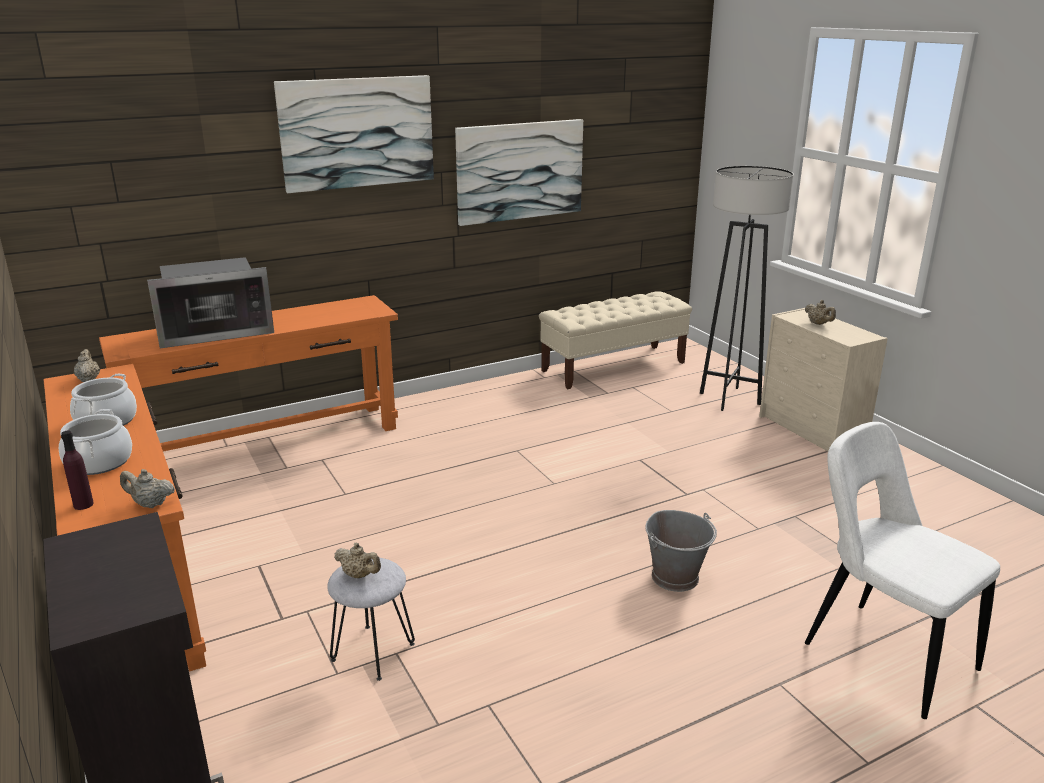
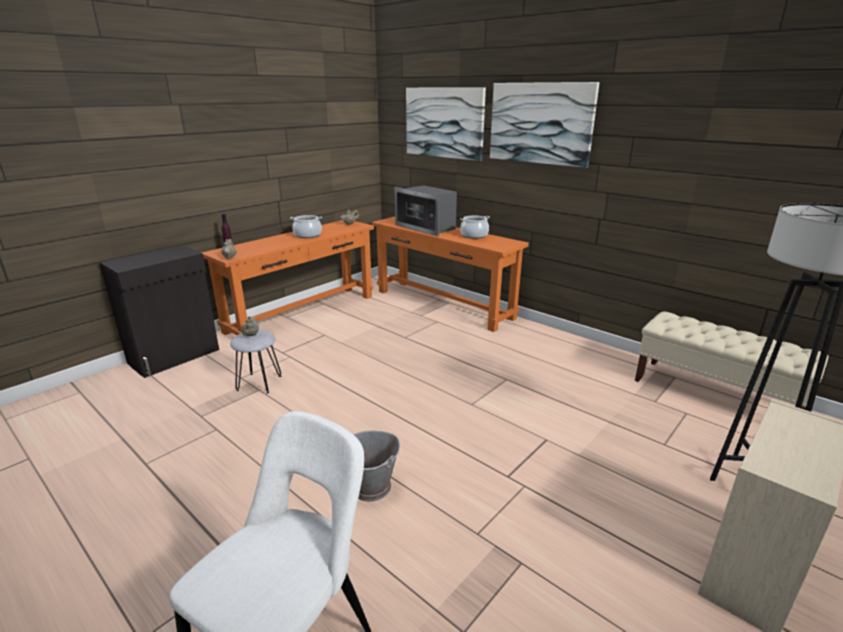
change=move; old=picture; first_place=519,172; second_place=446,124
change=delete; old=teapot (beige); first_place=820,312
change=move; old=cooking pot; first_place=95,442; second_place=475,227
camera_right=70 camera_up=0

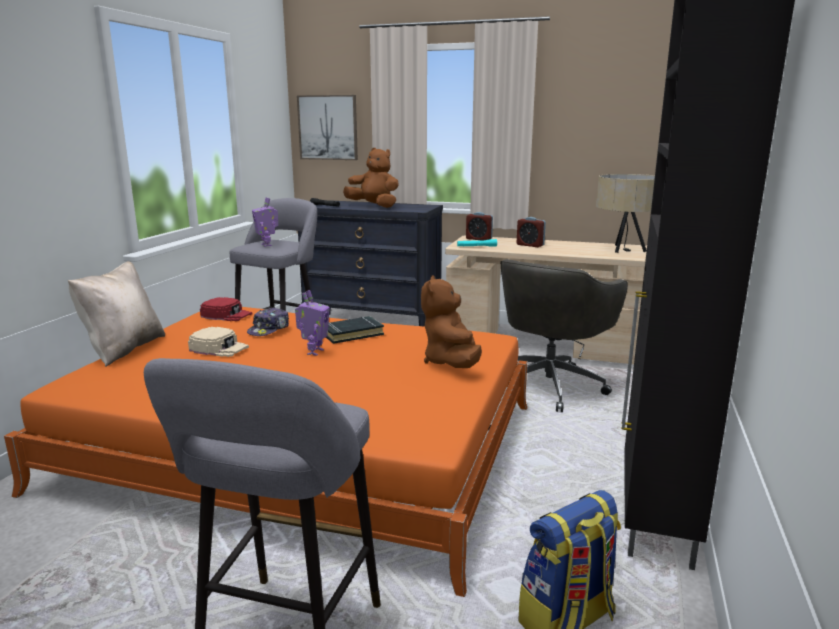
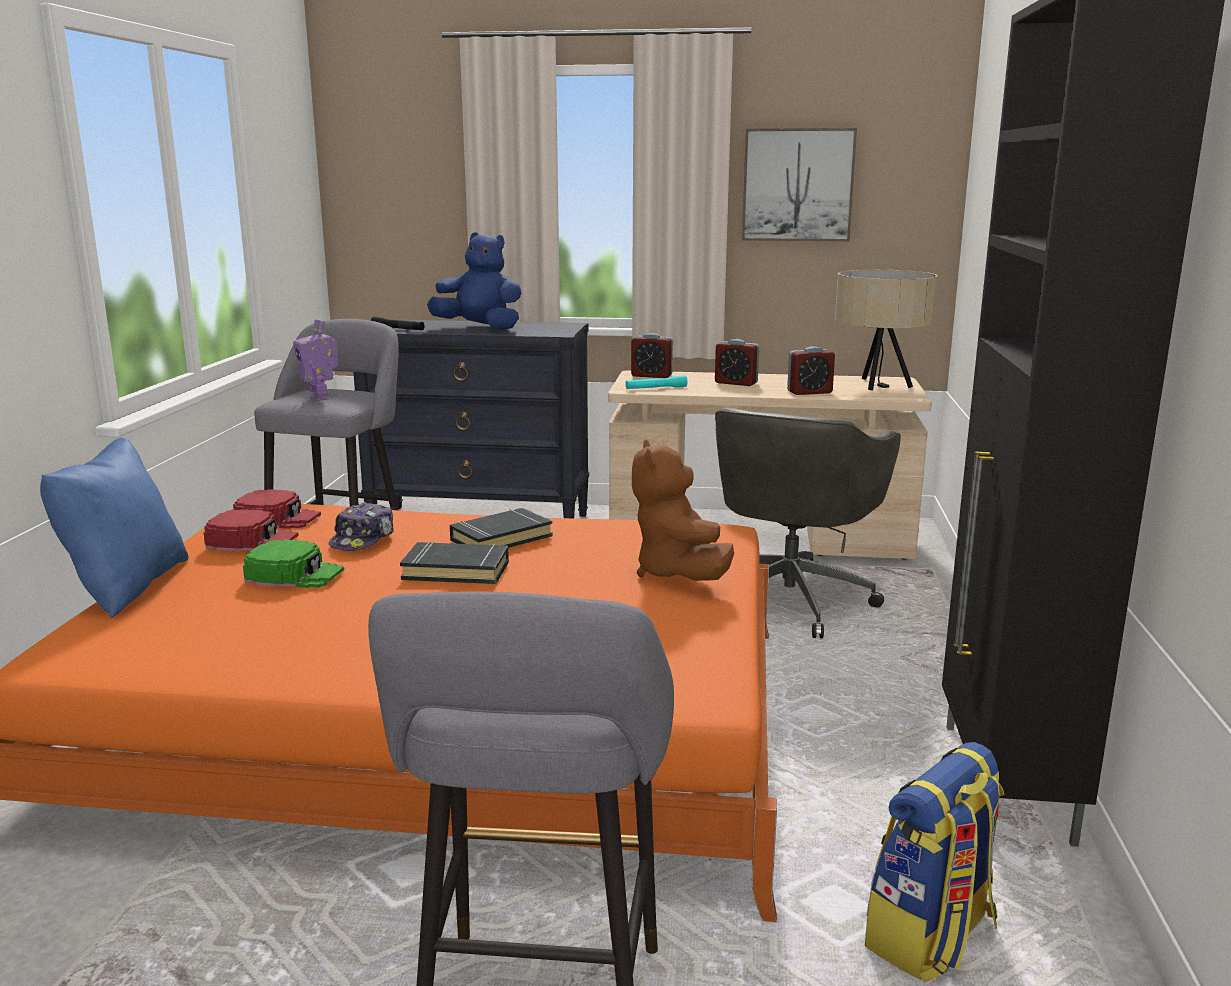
change=move; old=picture; first_place=327,127; second_place=799,184
change=recolor; old=plush toy (brown); new=plush toy (blue); first_place=371,178; second_place=474,281
change=recolor; old=pillow (beige); new=pillow (blue); first_place=116,314; second_place=114,527
change=replace; old=toy robot; new=book (black); first_place=312,323; second_place=454,562
change=recolor; old=cap (beige); new=cap (green); first_place=218,342; second_place=293,563
change=insert; new=alarm clock; second_place=811,370
change=insert; new=cap (red); second_place=251,530
camera_right=-10 camera_up=0

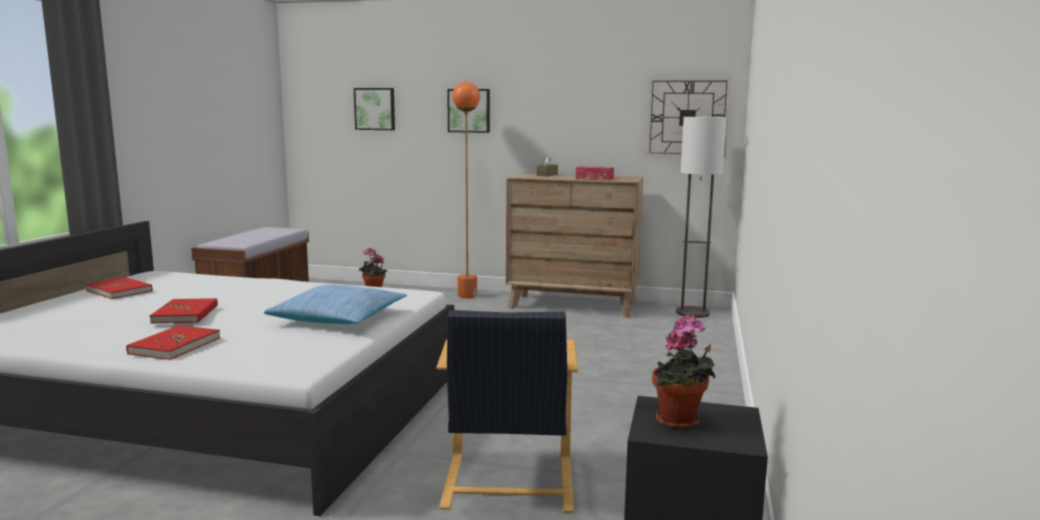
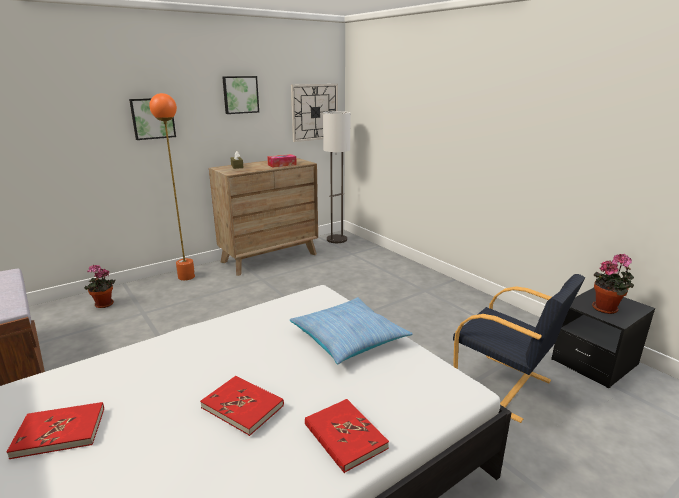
change=move; old=picture; first_place=374,109; second_place=240,95
camera_right=-50 camera_up=10

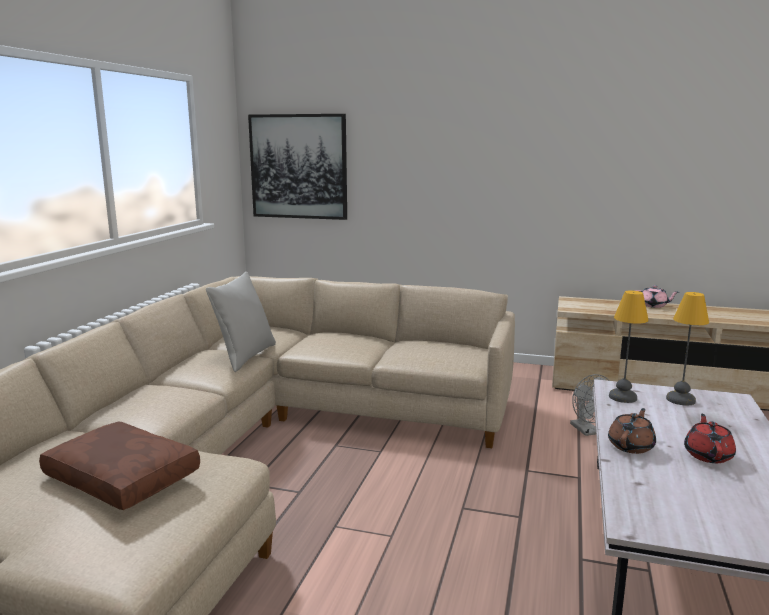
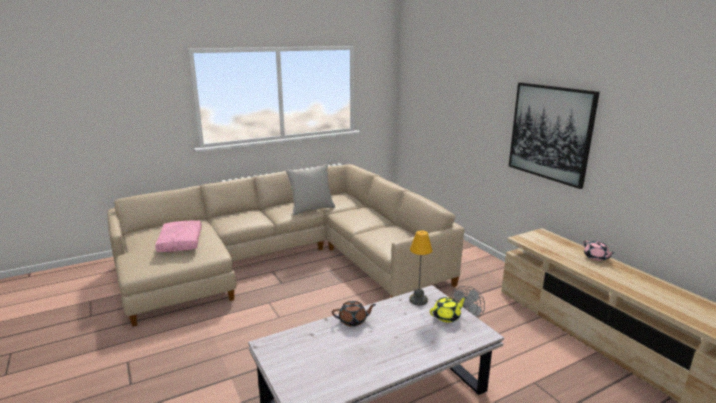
change=move; old=picture; first_place=297,167; second_place=554,136
change=replace; old=table lamp; new=teapot (yellow); first_place=687,349; second_place=448,309
change=delete; old=teapot (red); first_place=710,438
change=recolor; old=pillow (brown); new=pillow (pink); first_place=119,465; second_place=178,236
camera_right=45 camera_up=5

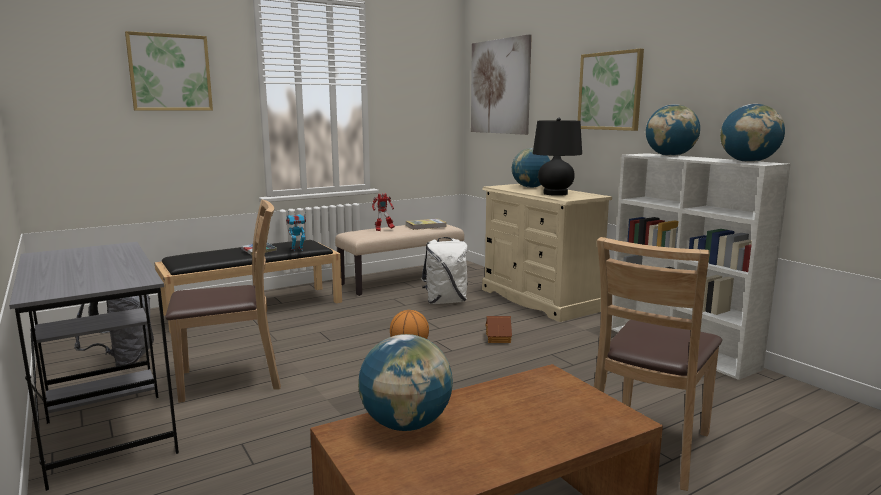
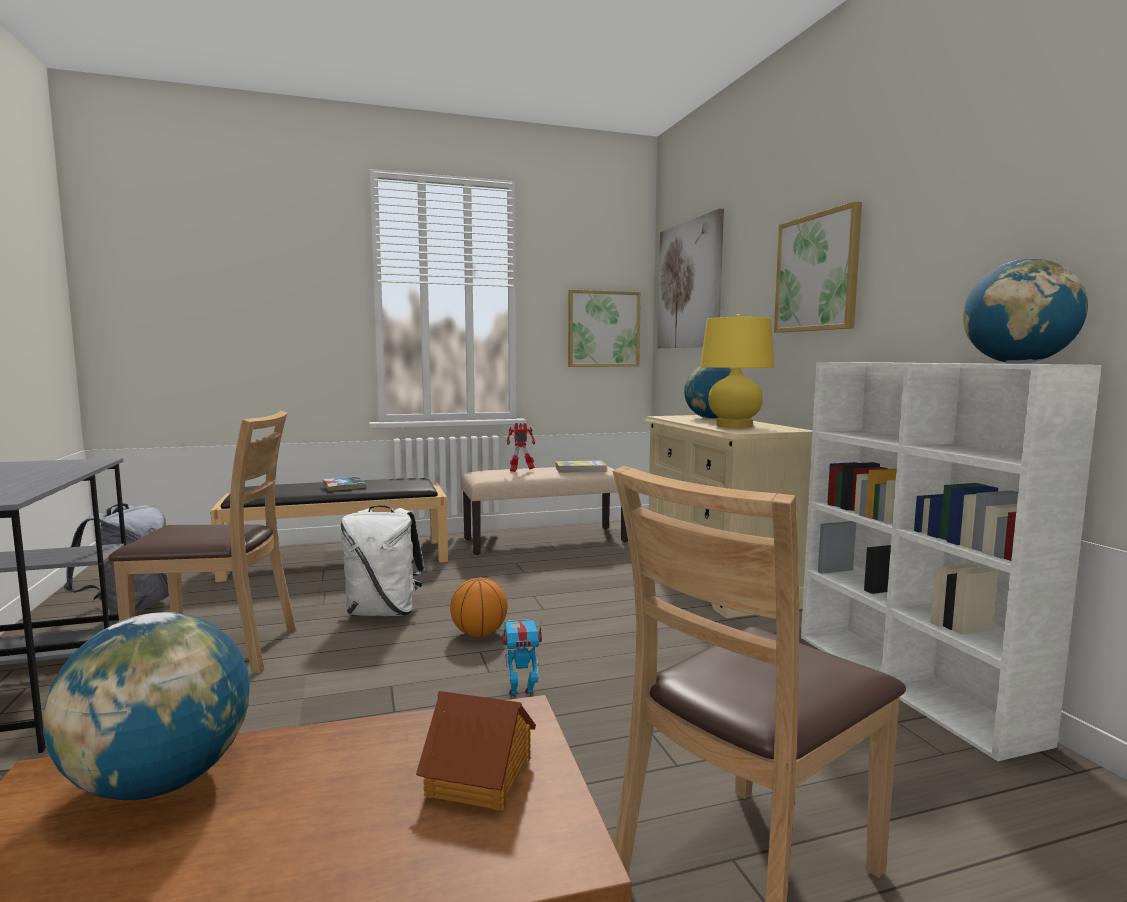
change=move; old=picture; first_place=169,70; second_place=604,328
change=delete; old=globe; first_place=673,130
change=recolor; old=table lamp (black); new=table lamp (yellow); first_place=557,157; second_place=737,371
change=move; old=toy robot; first_place=296,231; second_place=522,659
change=move; old=backpack (white); first_place=444,270; second_place=382,560
change=move; old=toy house; first_place=499,329; second_place=476,751
camera_right=15 camera_up=-5

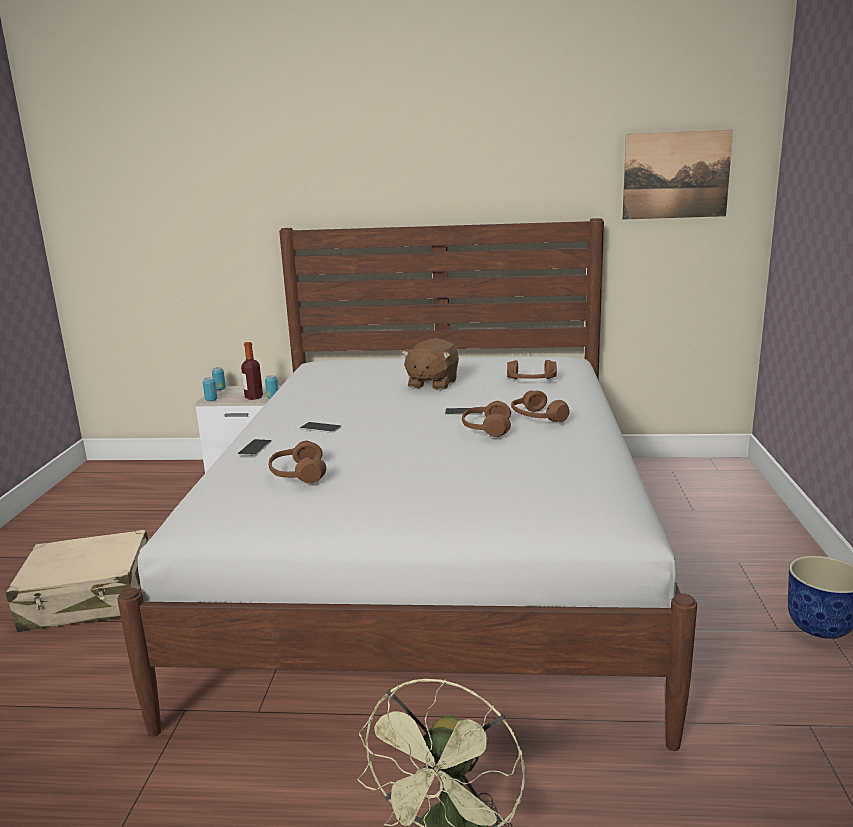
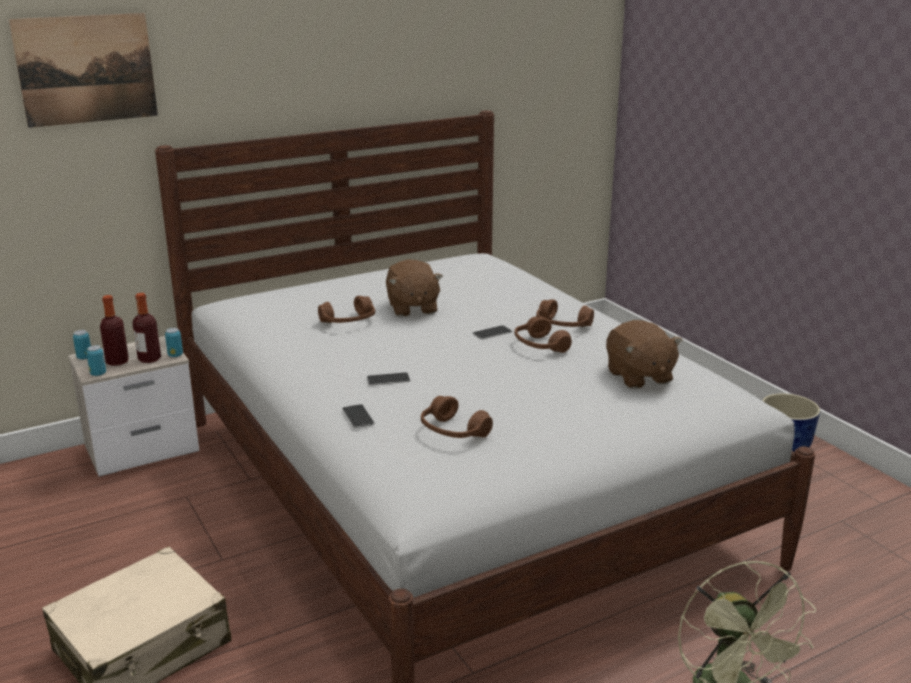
change=move; old=picture; first_place=677,175; second_place=83,70
change=move; old=headphones (brown); first_place=532,369; second_place=346,309
change=insert; new=bottle; second_place=114,330
change=insert; new=plush toy (brown); second_place=644,354
camera_right=-35 camera_up=5

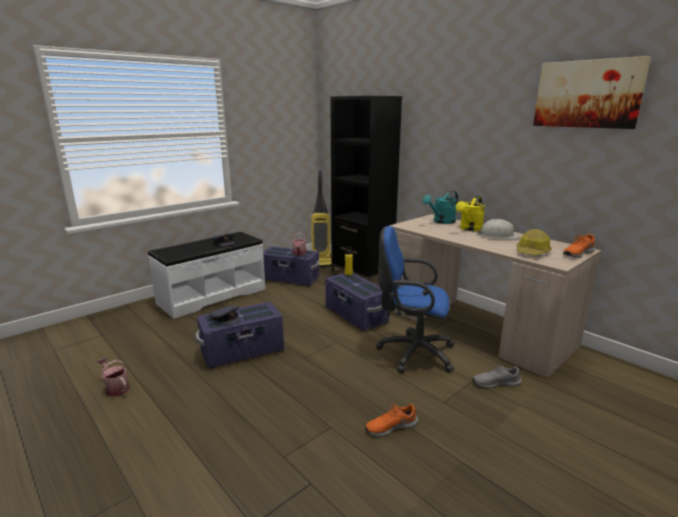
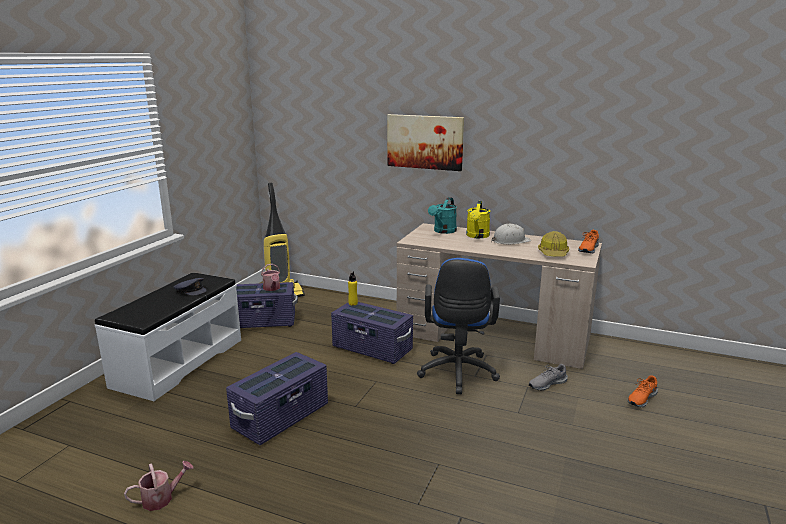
change=move; old=picture; first_place=592,92; second_place=425,142
change=delete; old=bookcase (black); first_place=366,190
change=rotate; old=office chair (blue); first_place=415,299; second_place=458,326; degrees=-75
change=delete; old=cap (grey); first_place=225,315
change=rotate; old=watering can; first_place=113,377; second_place=158,486; degrees=135
change=move; old=shoe (orange); first_place=391,420; second_place=643,391
camera_right=-25 camera_up=0

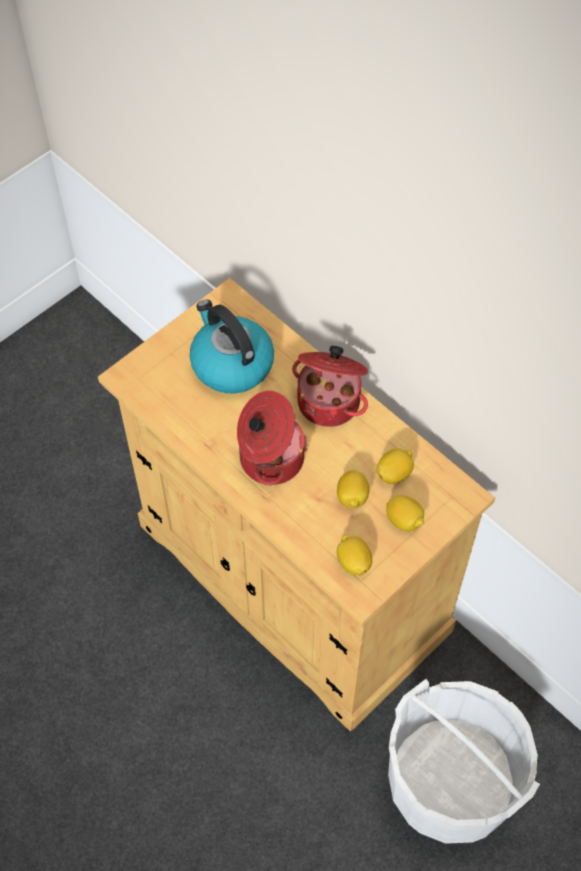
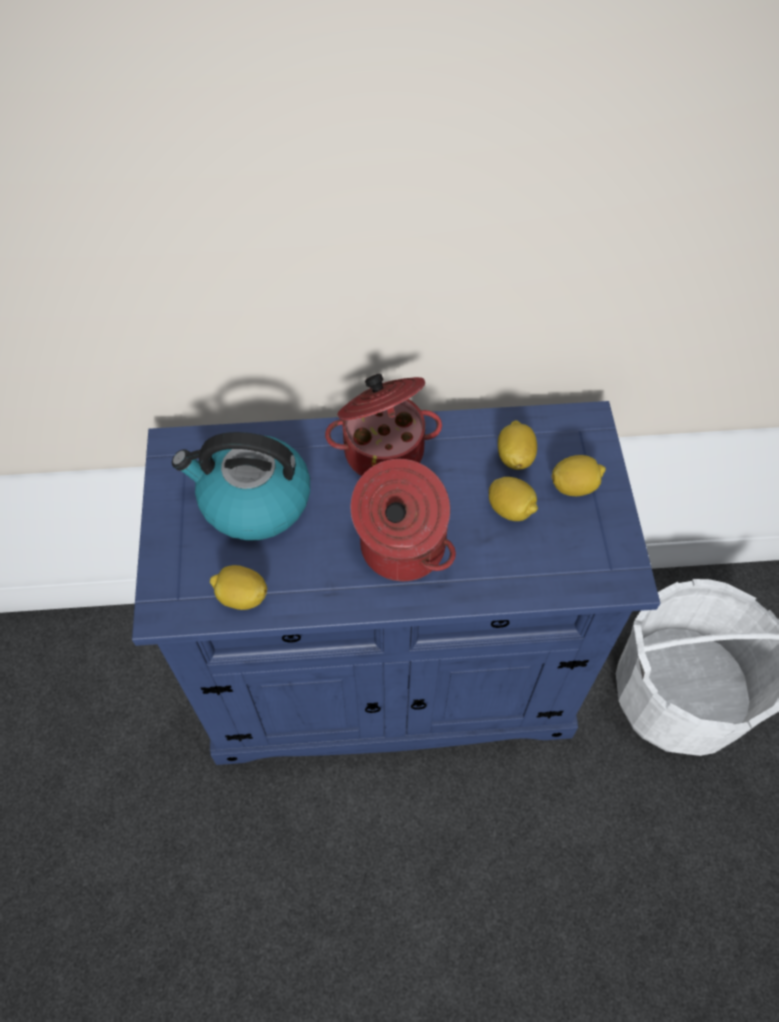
change=recolor; old=cabinet (beige); new=cabinet (blue); first_place=296,505; second_place=396,583
change=move; old=lemon; first_place=354,555; second_place=238,587
camera_right=-50 camera_up=0

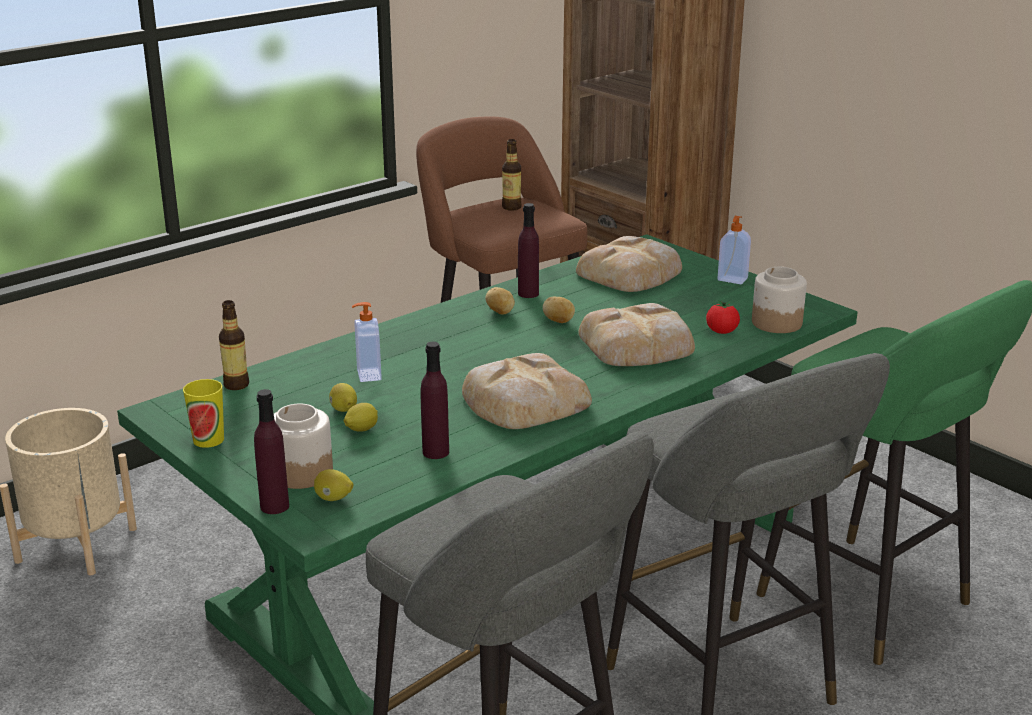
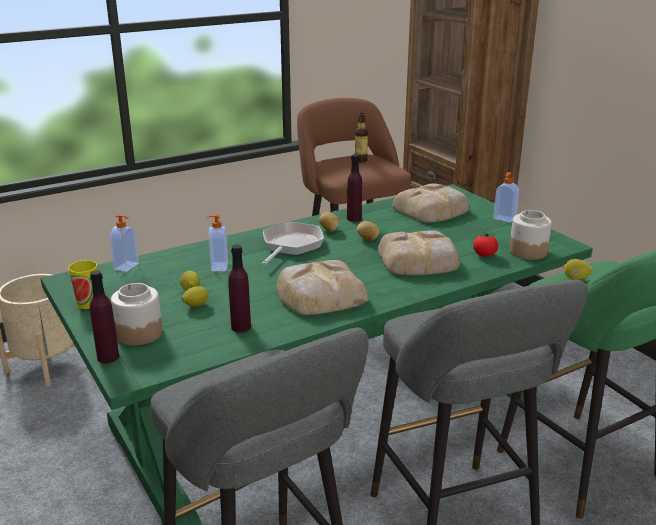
change=replace; old=bottle; new=soap dispenser; first_place=234,345; second_place=124,243
change=move; old=lemon; first_place=333,485; second_place=577,269
change=insert; new=frying pan; second_place=293,243
camera_right=10 camera_up=0

